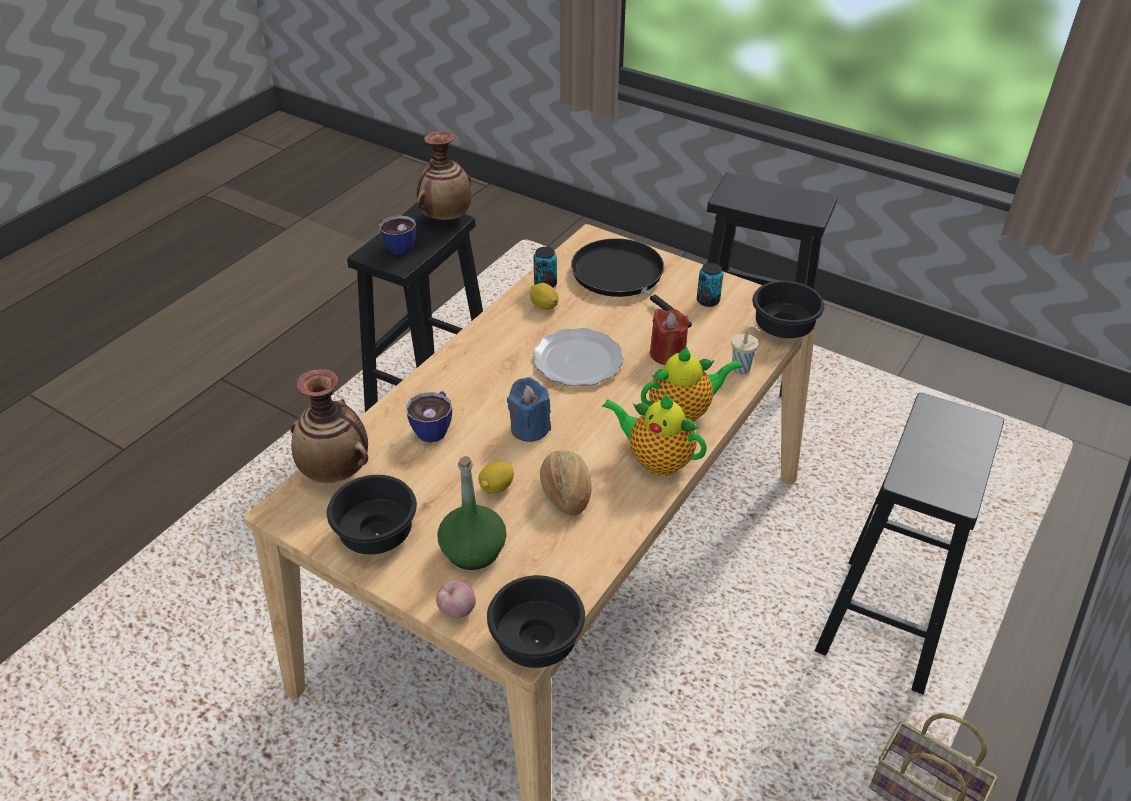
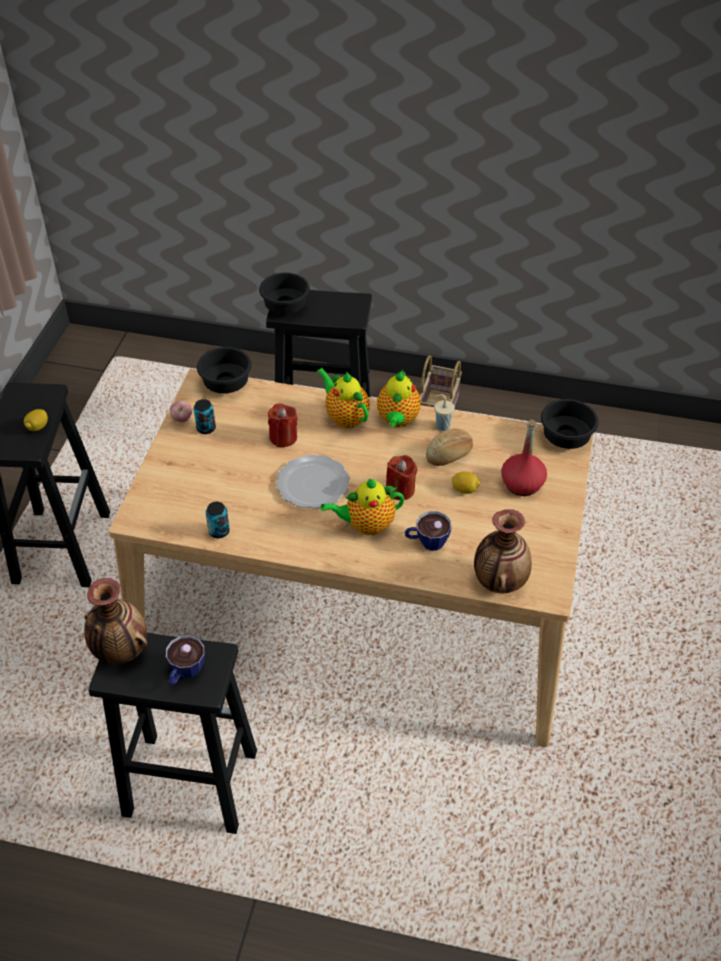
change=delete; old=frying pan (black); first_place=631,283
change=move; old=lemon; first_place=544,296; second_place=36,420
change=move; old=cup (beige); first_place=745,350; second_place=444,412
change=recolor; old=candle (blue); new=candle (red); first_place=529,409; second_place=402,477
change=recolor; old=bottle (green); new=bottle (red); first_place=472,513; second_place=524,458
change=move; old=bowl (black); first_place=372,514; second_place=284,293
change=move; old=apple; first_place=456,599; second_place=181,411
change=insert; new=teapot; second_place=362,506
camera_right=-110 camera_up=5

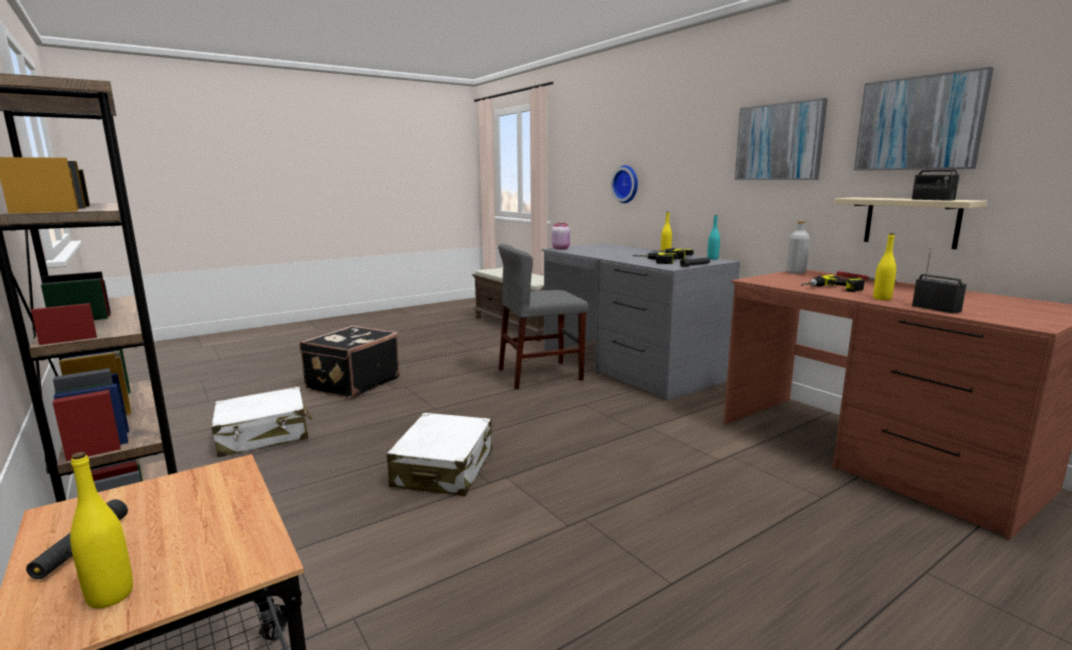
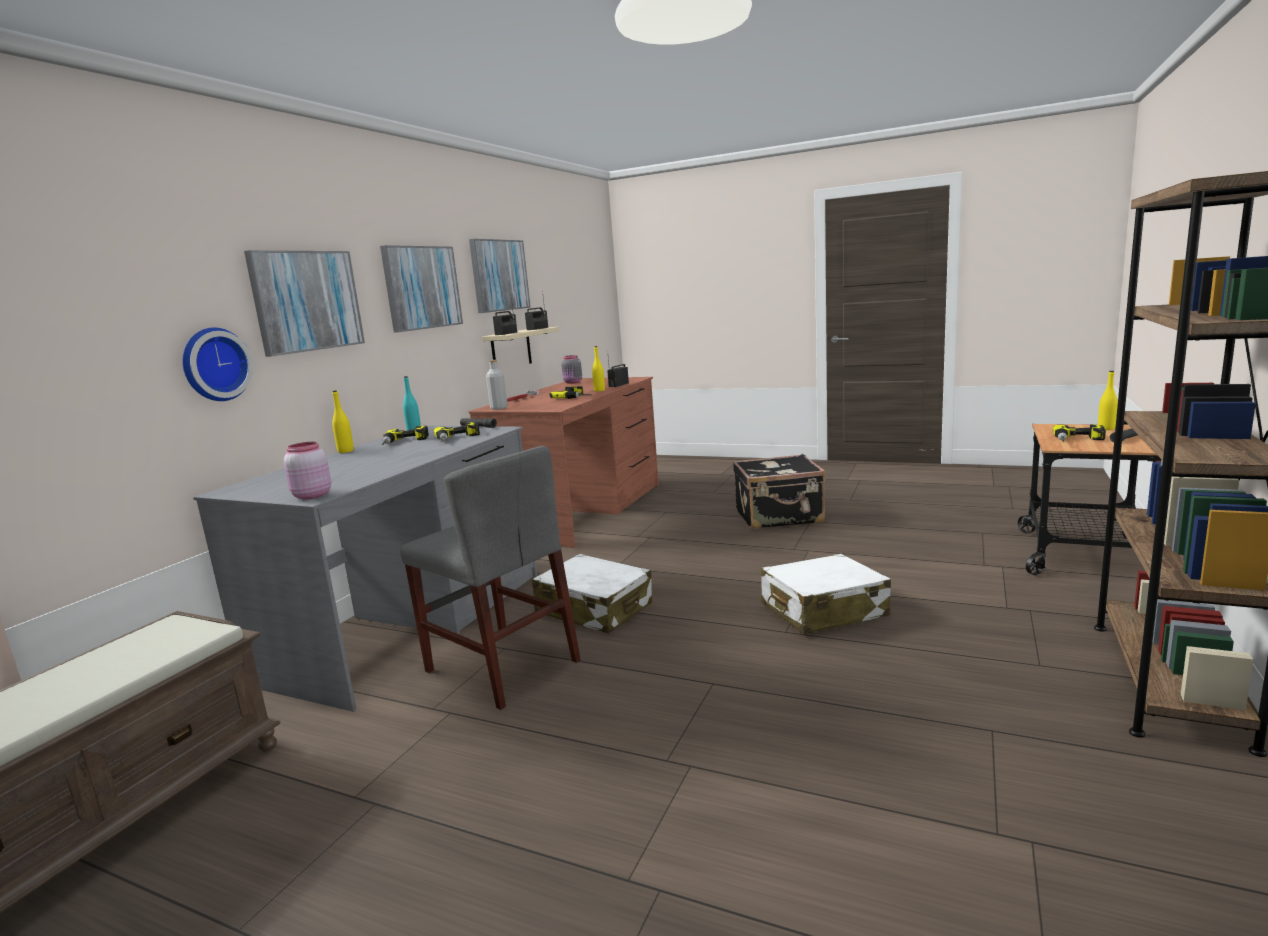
change=move; old=suitcase (black); first_place=349,362; second_place=779,491
change=move; old=suitcase (white); first_place=261,422; second_place=592,593
change=insert; new=picture; second_place=304,303
change=insert; new=radio; second_place=505,316
change=insert; new=jar (grey); second_place=571,369
change=insert; new=power drill; second_place=1079,433
camera_right=-120 camera_up=0

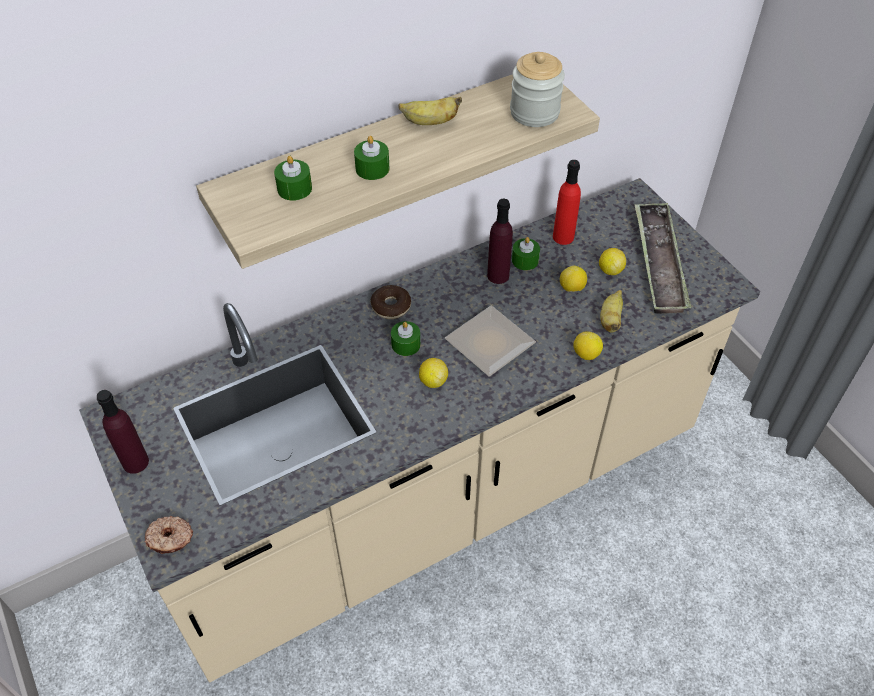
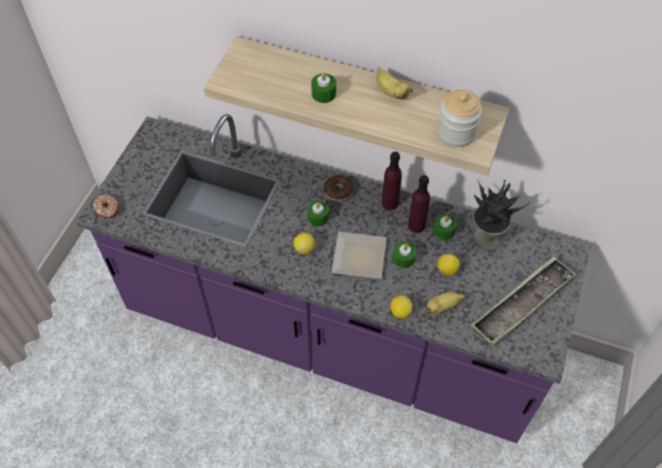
change=move; old=candle (green); first_place=293,178; second_place=404,255
change=replace; old=bottle (red); new=potted plant; first_place=567,202; second_place=501,215
change=recolor; old=counter (beige); new=counter (purple); first_place=419,430; second_place=333,278
change=delete; old=lemon; first_place=612,261
change=move; old=bottle (purple); first_place=123,432; second_place=392,181
camera_right=50 camera_up=5

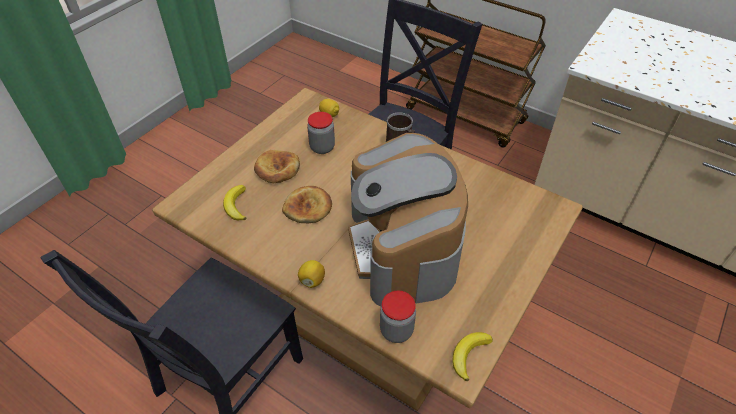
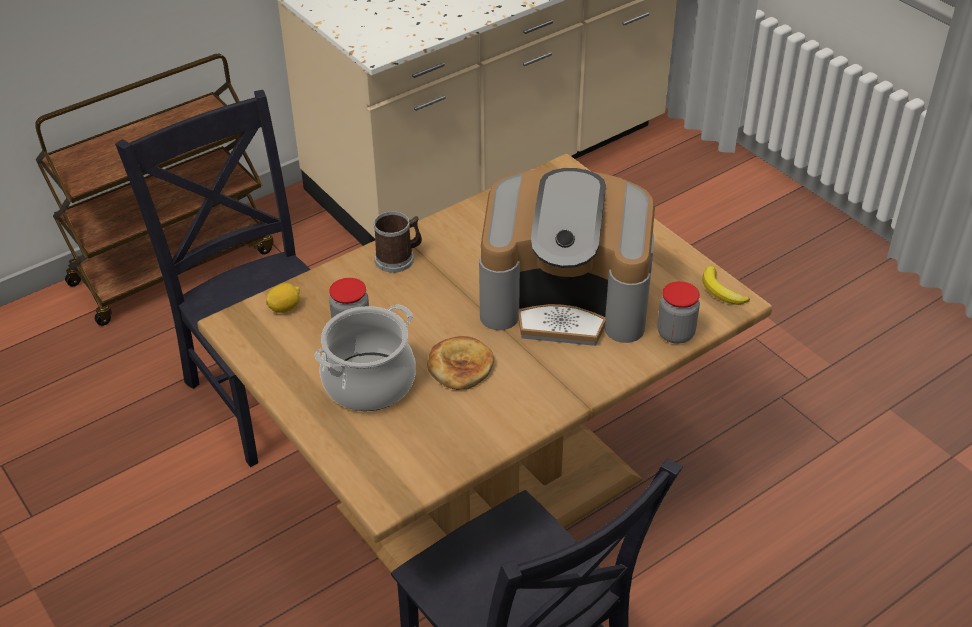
change=replace; old=bread; new=cooking pot; first_place=277,166; second_place=365,357
change=delete; old=banana; first_place=235,202
change=delete; old=lemon; first_place=311,274
camera_right=-70 camera_up=-5

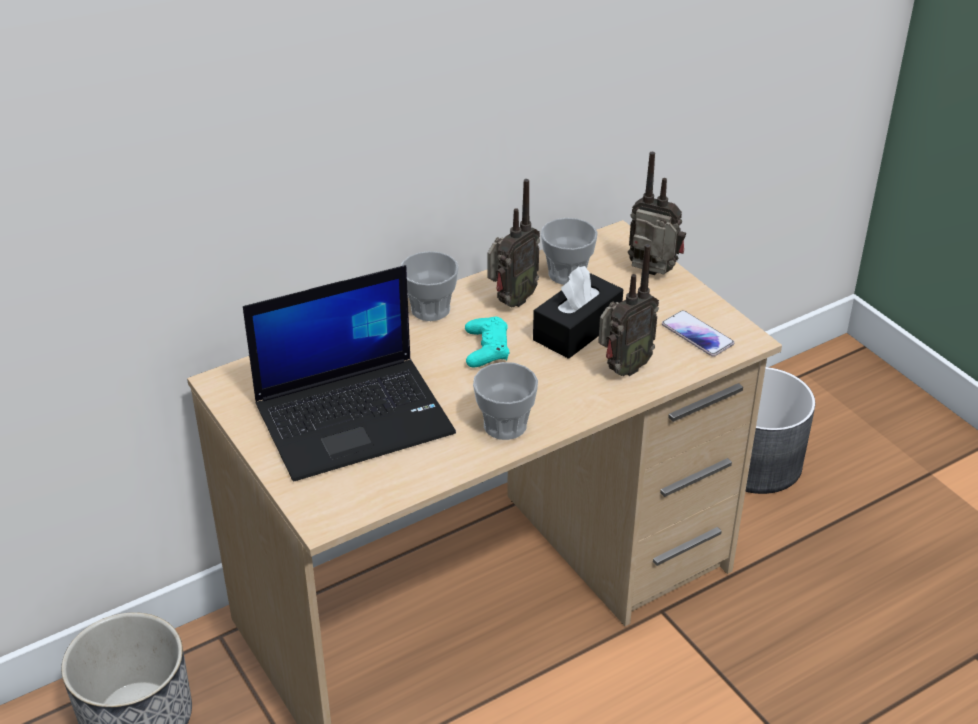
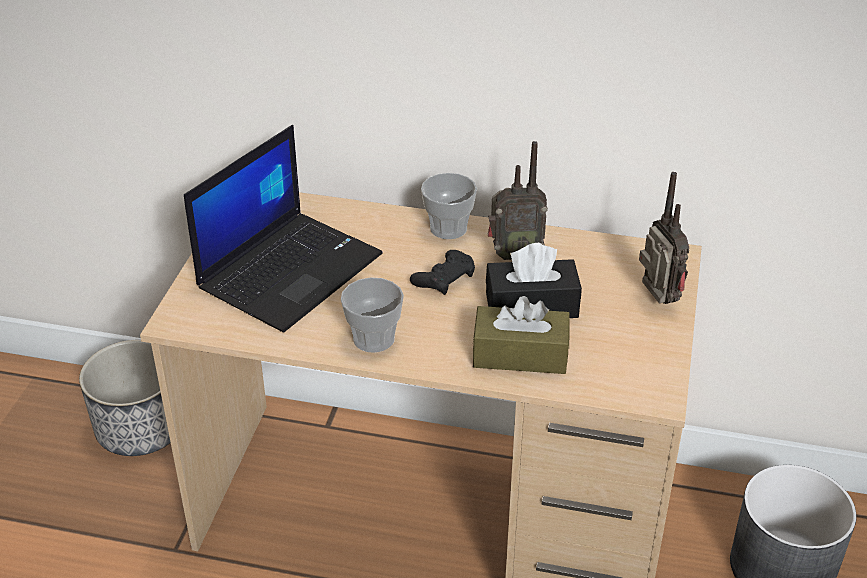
change=delete; old=cup; first_place=569,251
change=replace; old=radio; new=tissue box (brown); first_place=628,310; second_place=521,335
change=rotate; old=laptop; first_place=349,373; second_place=283,229; degrees=-75
change=delete; old=phone; first_place=698,333
change=recolor; old=game controller (turquoise); new=game controller (black); first_place=487,342; second_place=442,272
camera_right=45 camera_up=0

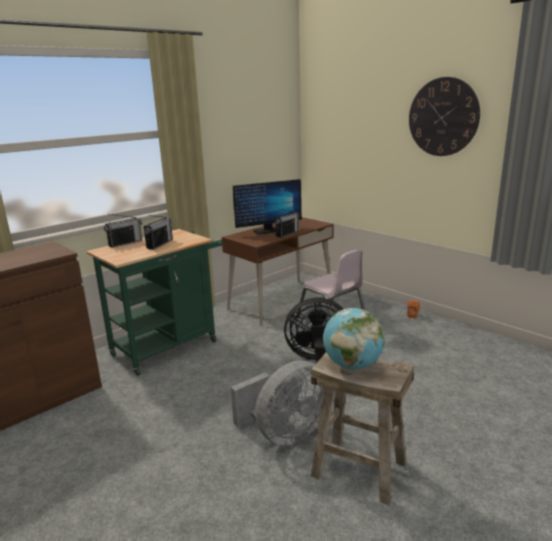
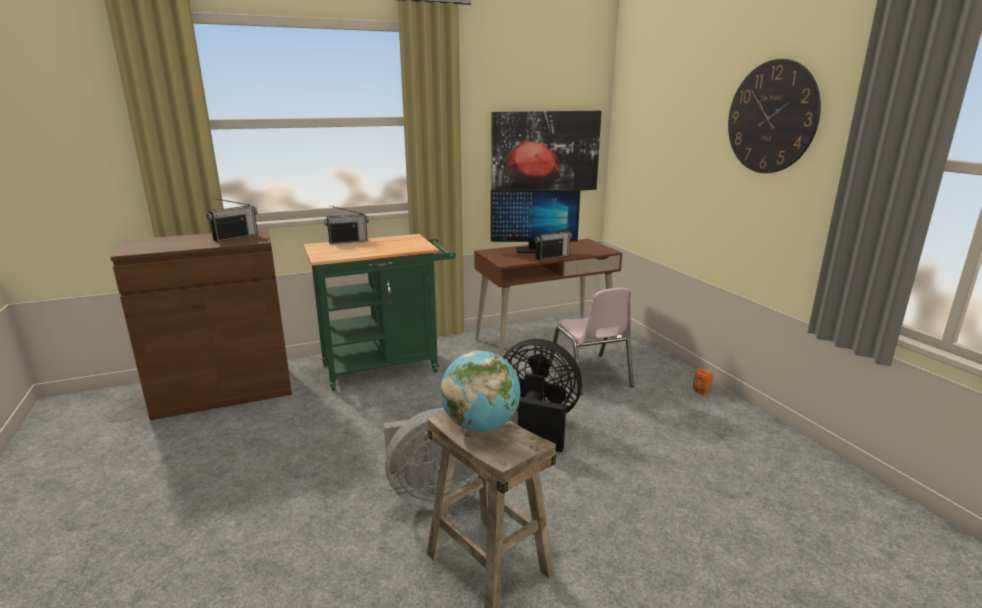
change=move; old=radio; first_place=158,232; second_place=232,220
change=insert; new=picture; second_place=547,151
camera_right=20 camera_up=0

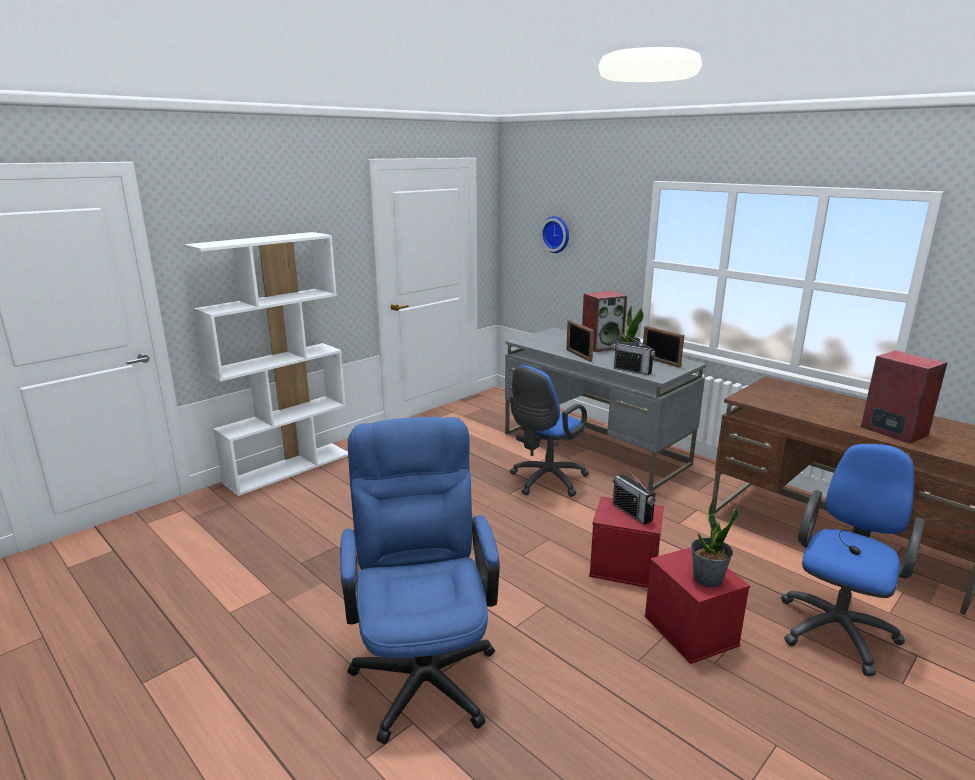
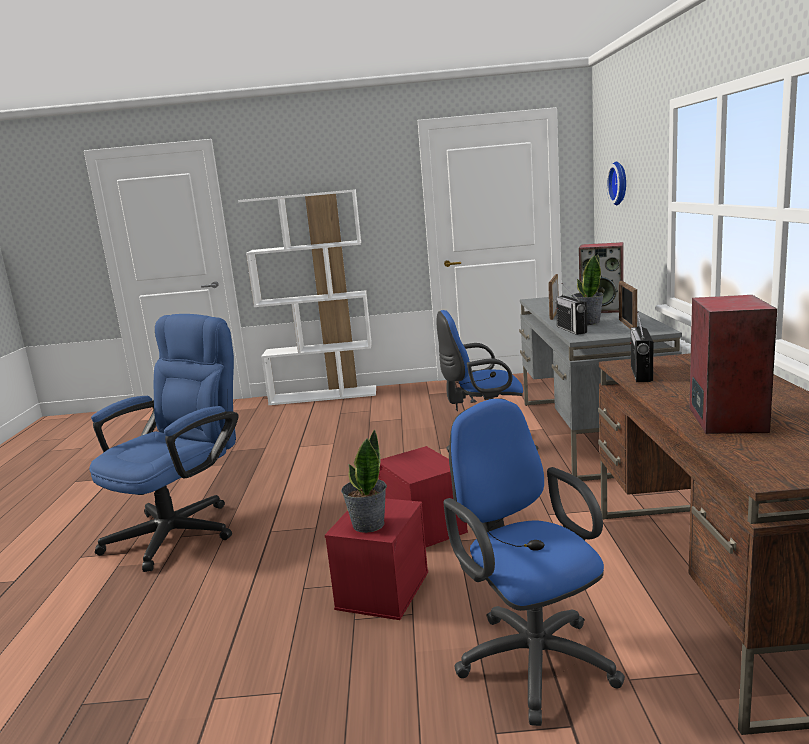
change=rotate; old=office chair (blue); first_place=853,560; second_place=534,562; degrees=-105
change=move; old=radio; first_place=634,495; second_place=641,347
camera_right=45 camera_up=-5

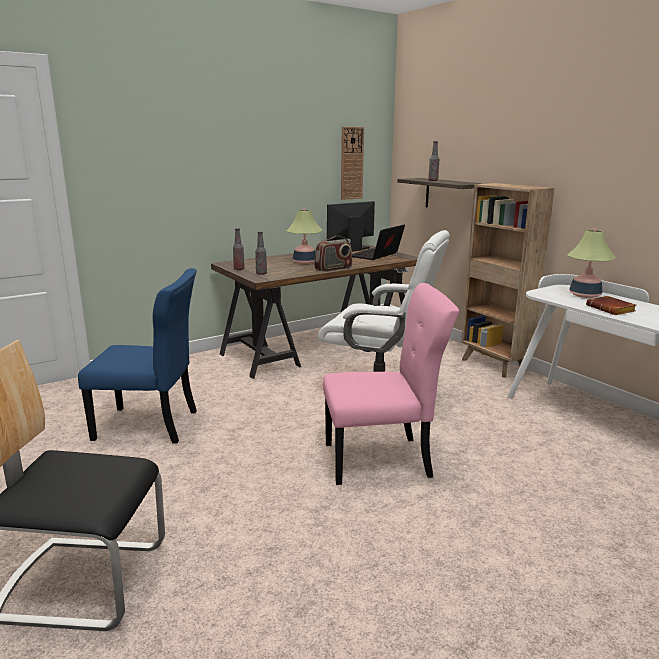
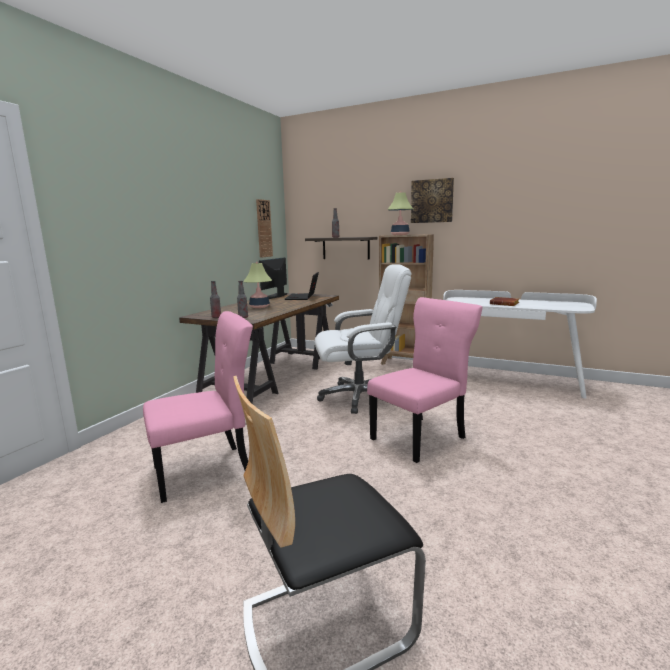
change=move; old=table lamp; first_place=591,263; second_place=400,213
change=delete; old=radio; first_place=333,253
change=recolor; old=chair (blue); new=chair (pink); first_place=137,356; second_place=198,407
change=insert; new=picture; second_place=432,200
camera_right=-30 camera_up=-5

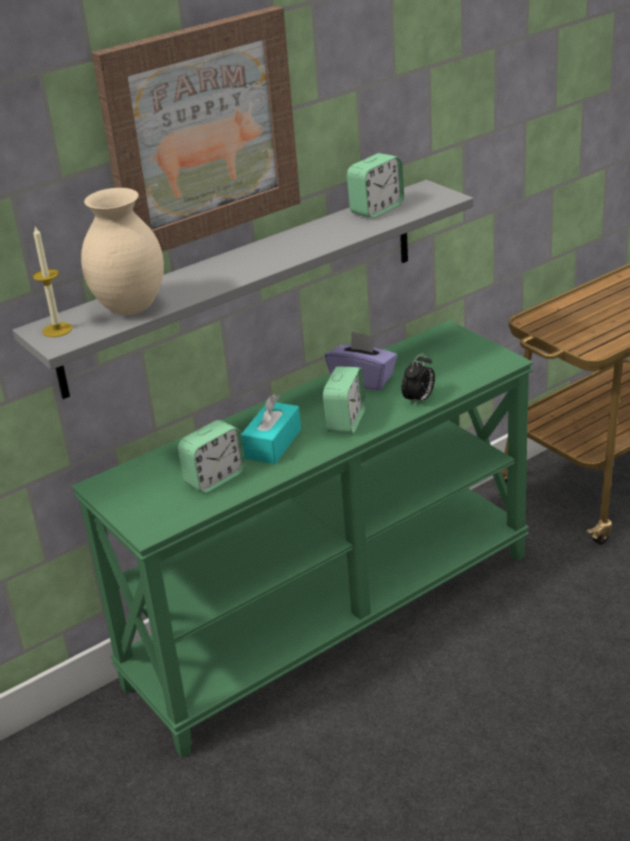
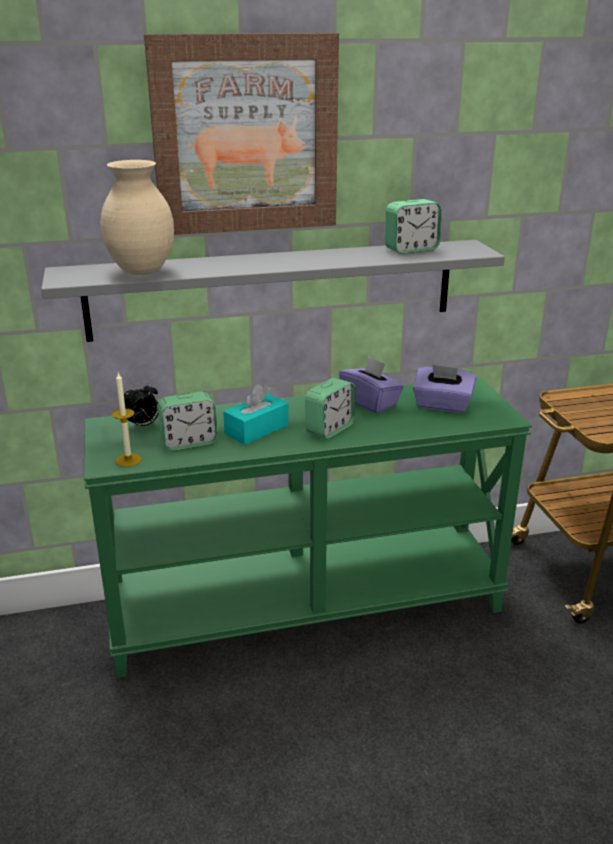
change=move; old=candle; first_place=52,281; second_place=127,420
change=move; old=alarm clock; first_place=418,380; second_place=141,405
change=insert; new=tissue box (purple); second_place=444,388
camera_right=20 camera_up=-5

